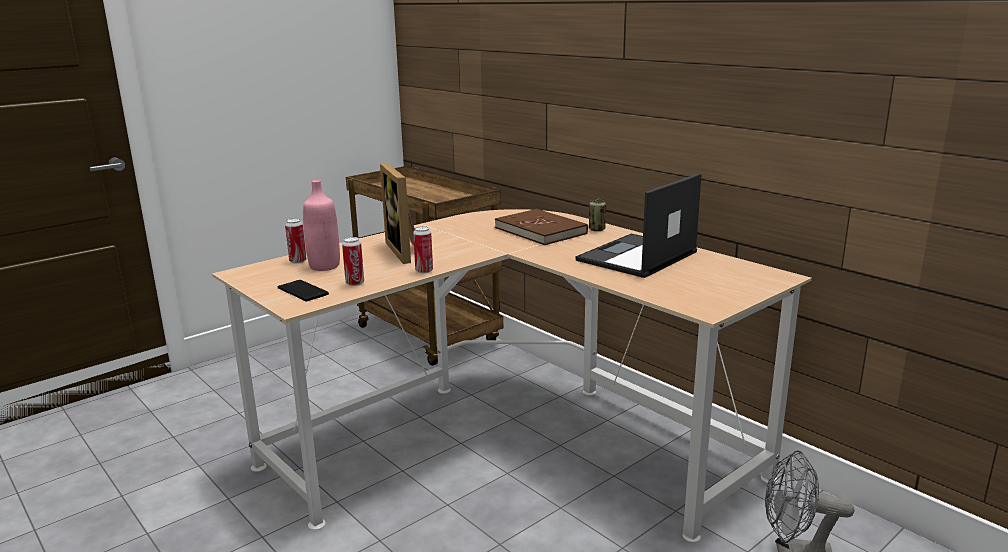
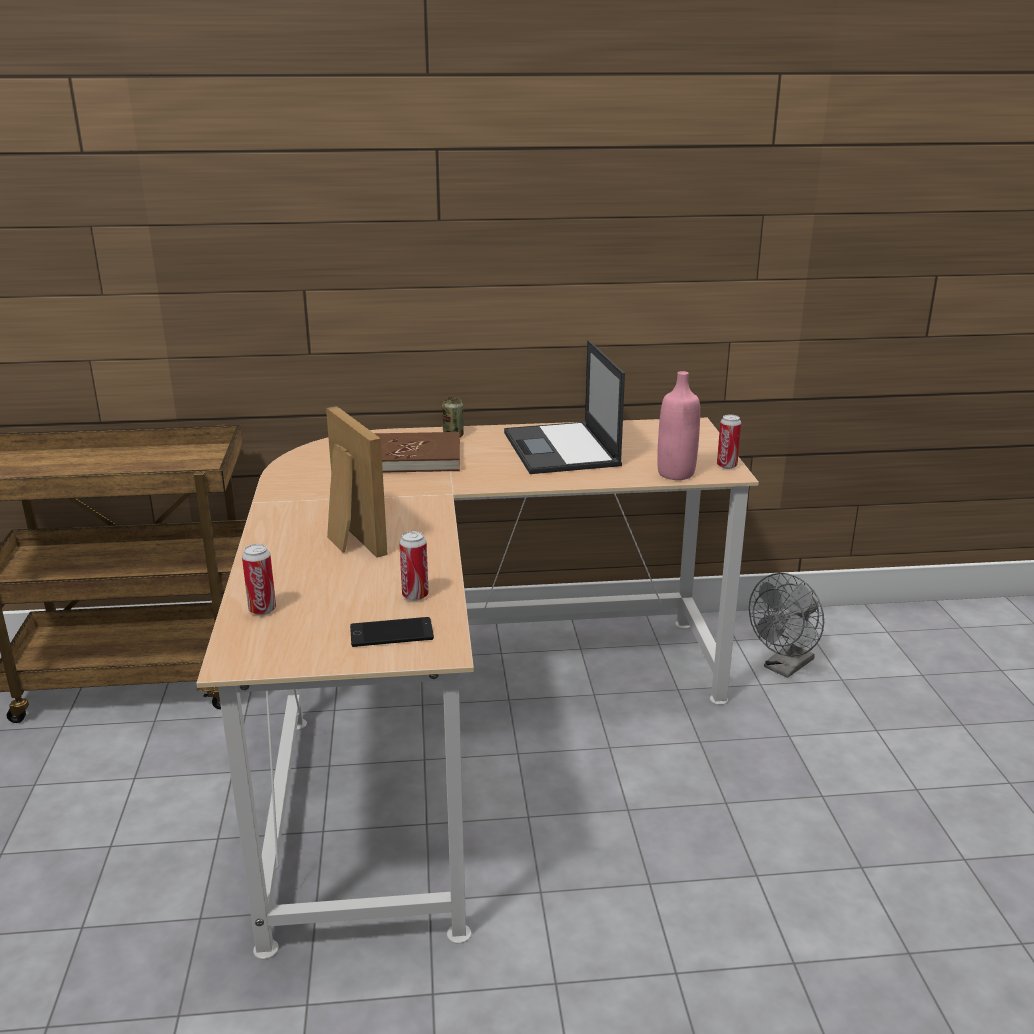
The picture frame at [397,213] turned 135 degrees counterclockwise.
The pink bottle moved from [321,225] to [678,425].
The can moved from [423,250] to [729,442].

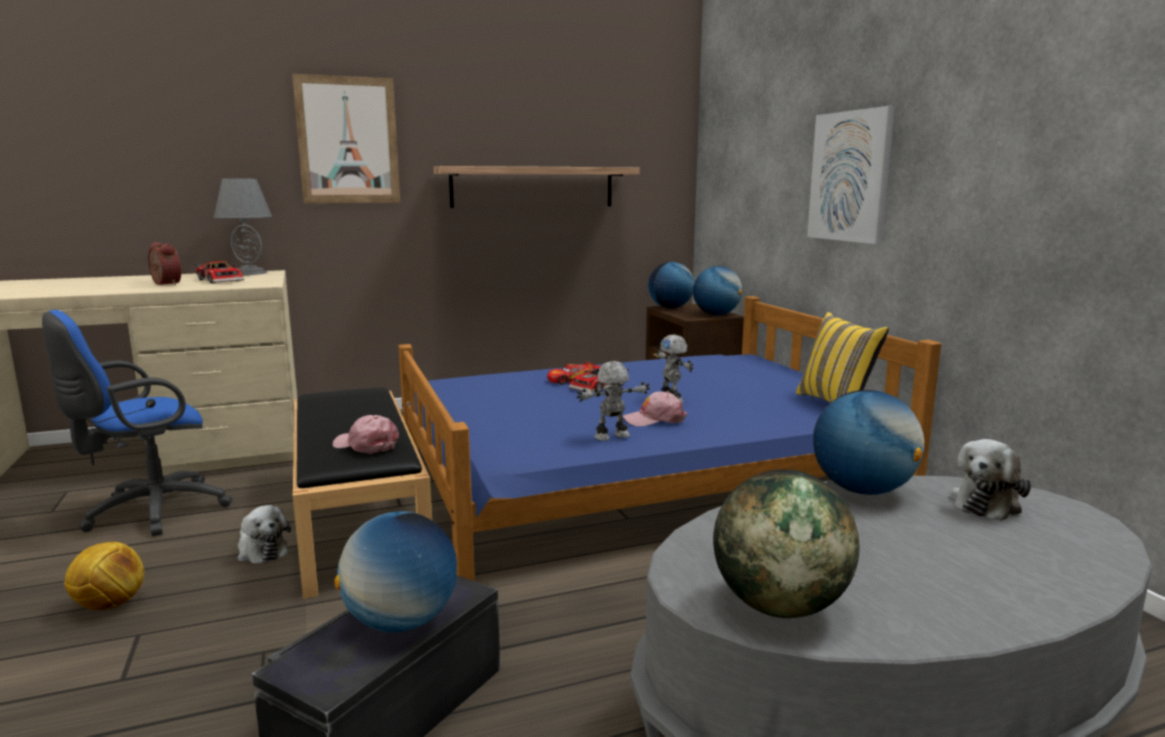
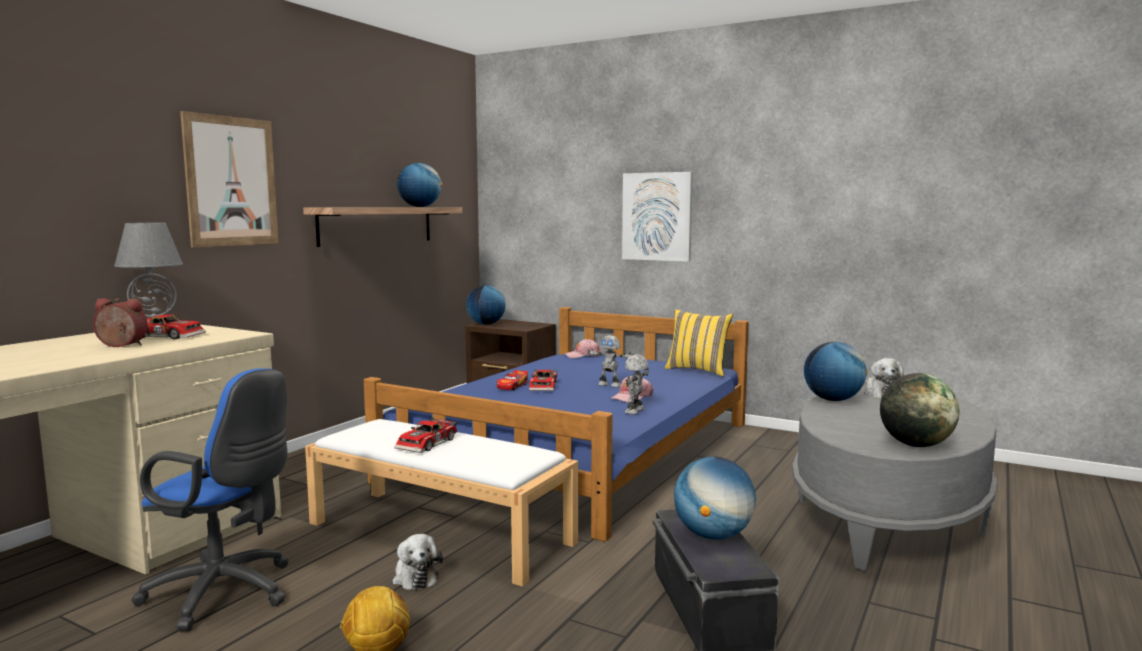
The blue office chair at [137,423] turned 75 degrees counterclockwise.
The black bench at [362,493] became the white bench at [441,503].
The plush toy at [264,534] turned 60 degrees clockwise.
The toy car at [426,435] appeared.
The globe moved from [717,290] to [420,185].
The pink cap moved from [366,434] to [583,348].

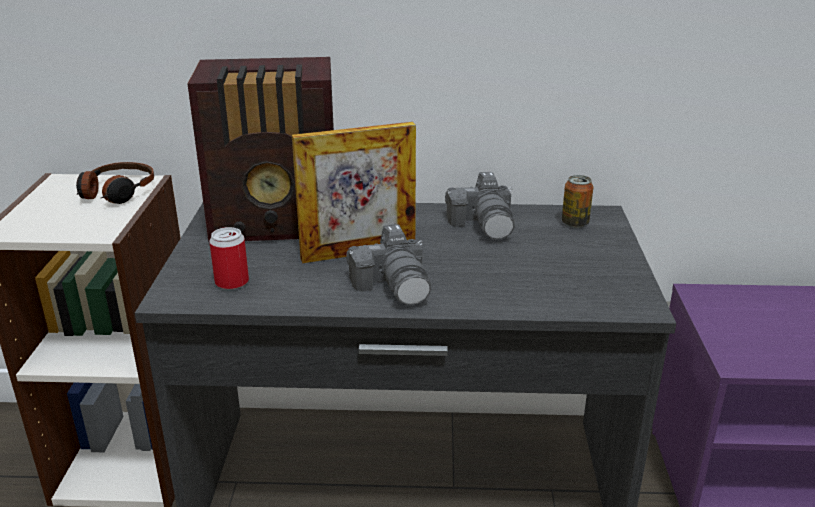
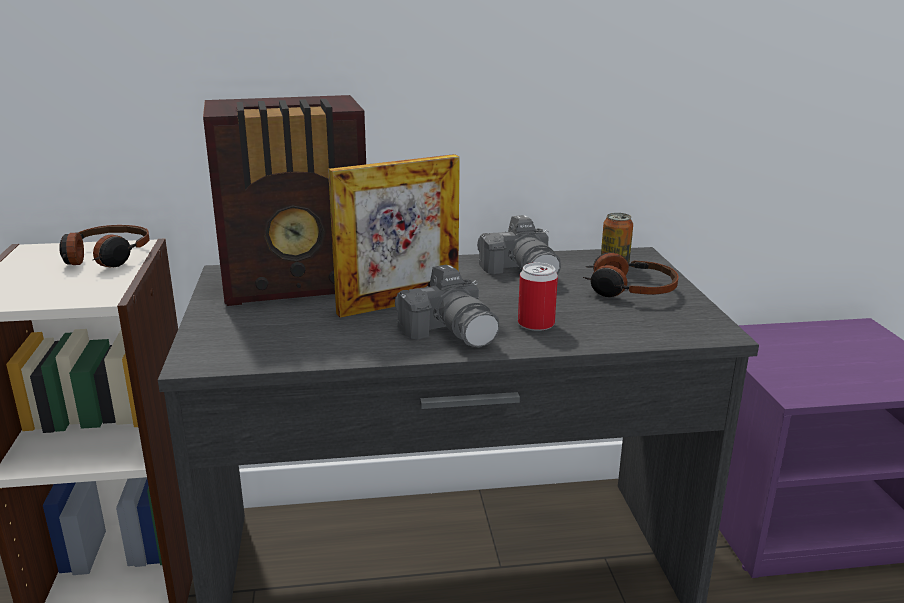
The can moved from [229,258] to [538,296].
The headphones at [630,274] appeared.

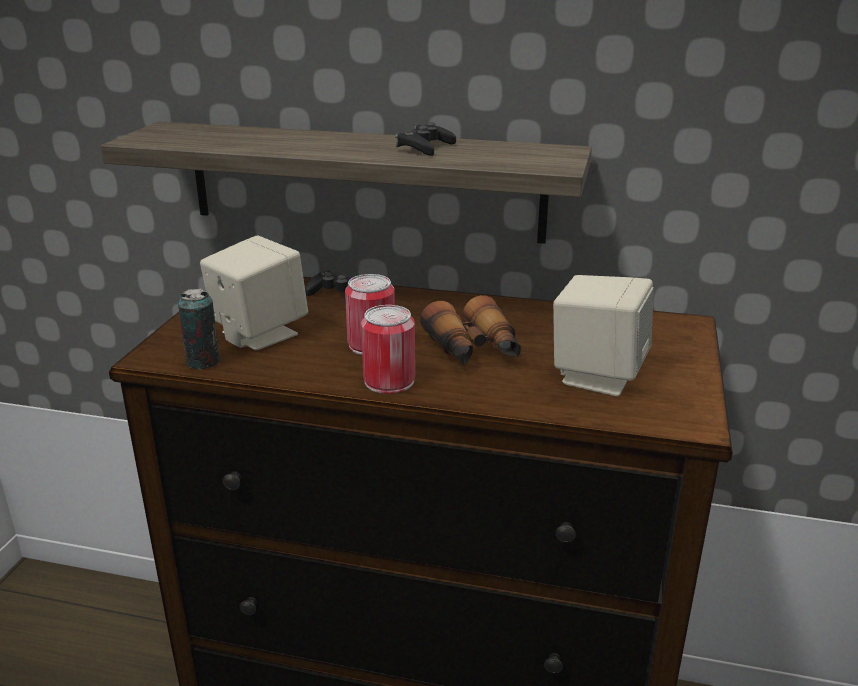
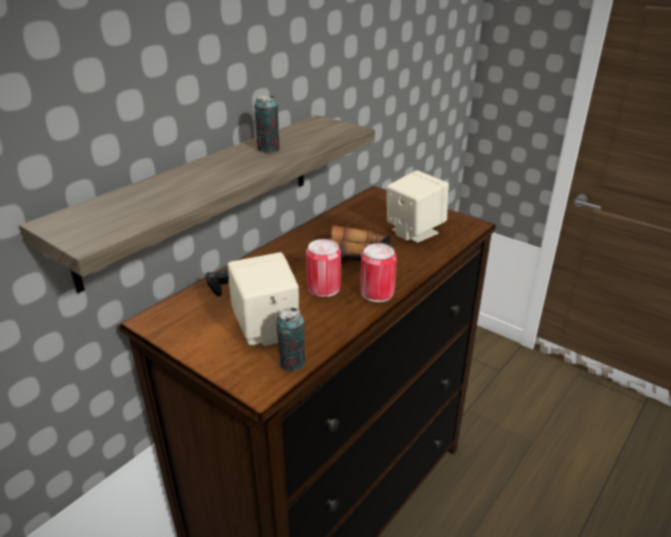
The black game controller at [425,139] was replaced by the can at [267,124].

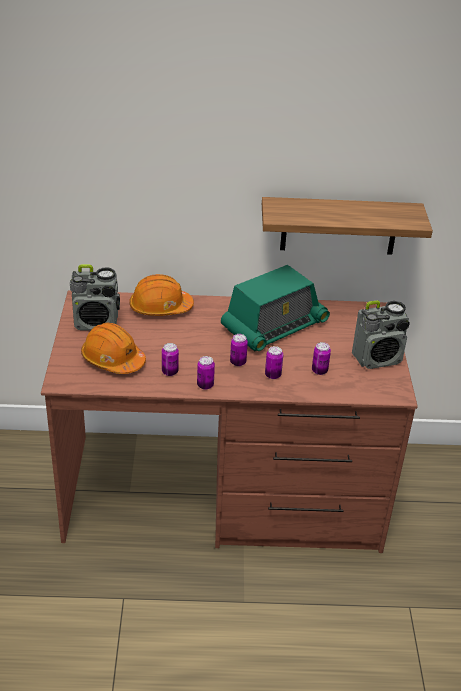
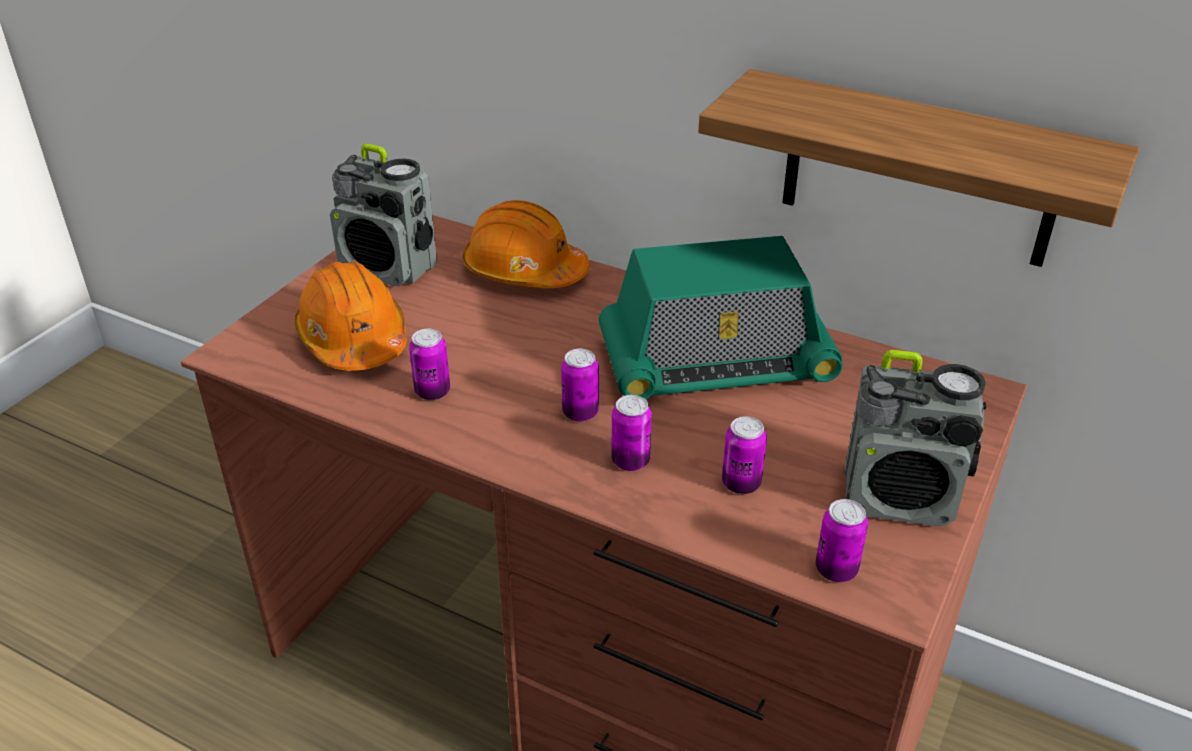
The can moved from [206,373] to [842,540].

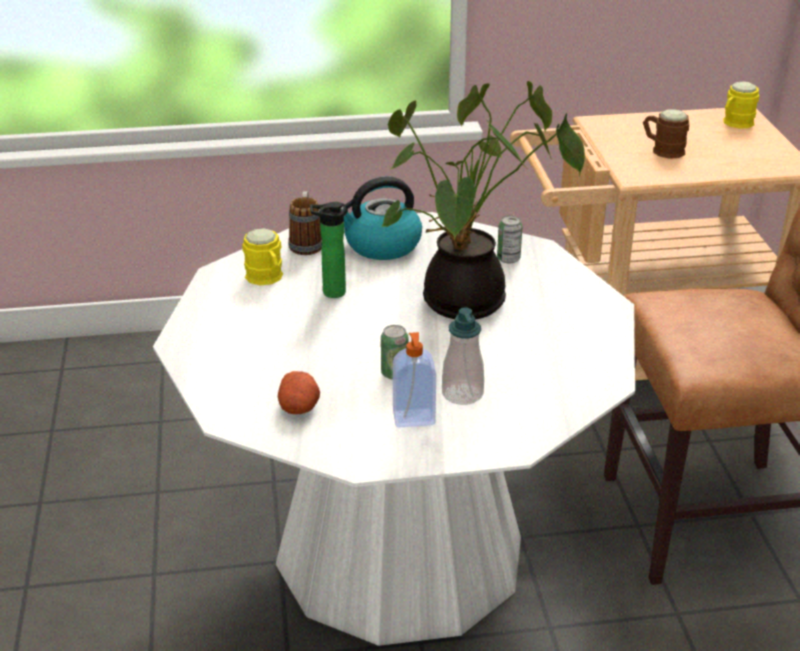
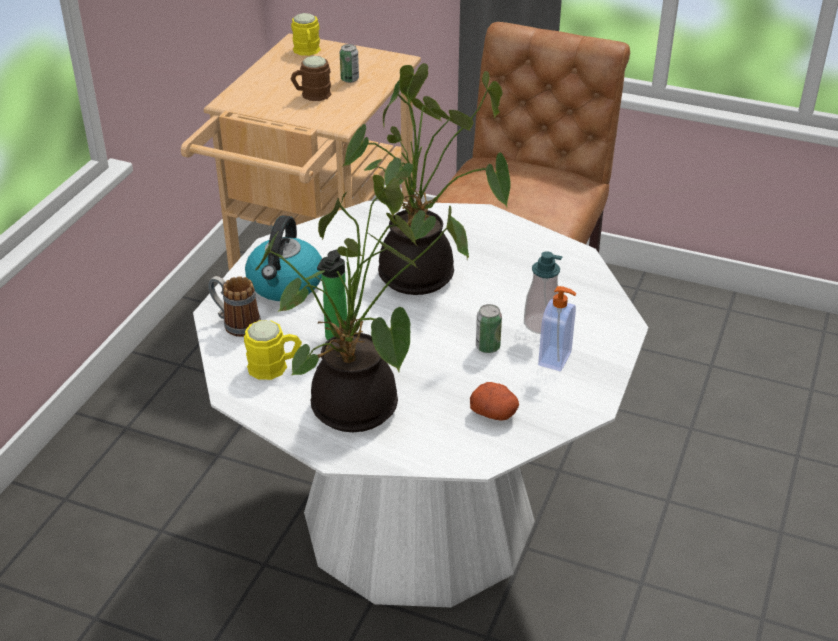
The potted plant at [362,303] appeared.
The can moved from [509,239] to [349,63].

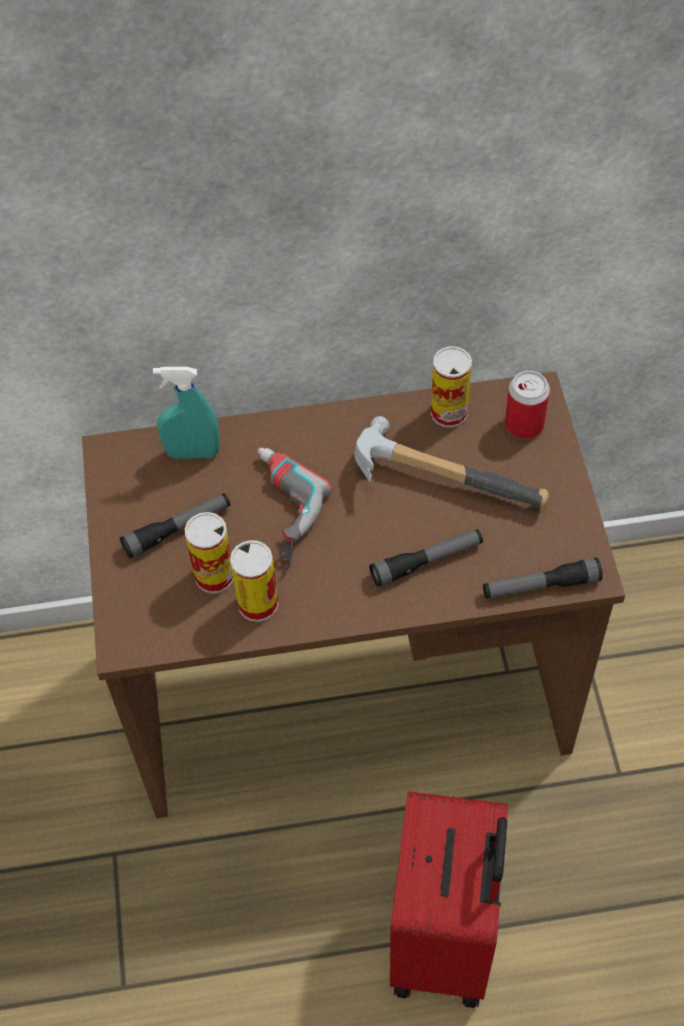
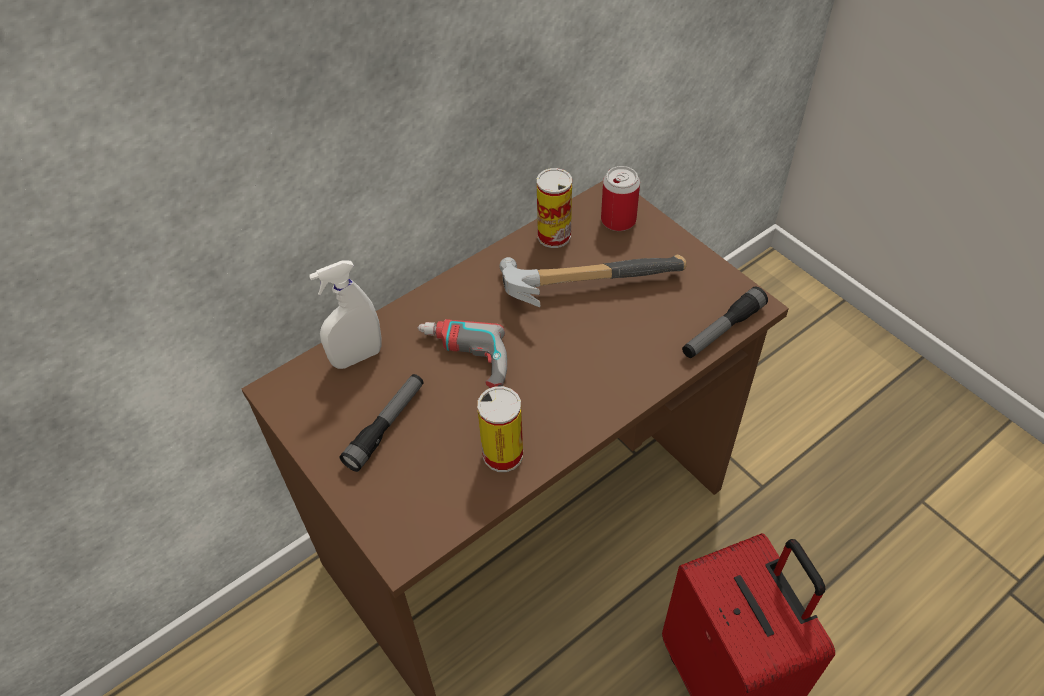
The turquoise spray bottle at [186,413] became the white spray bottle at [345,315].
The can at [209,553] disappeared.
The flashlight at [426,558] disappeared.

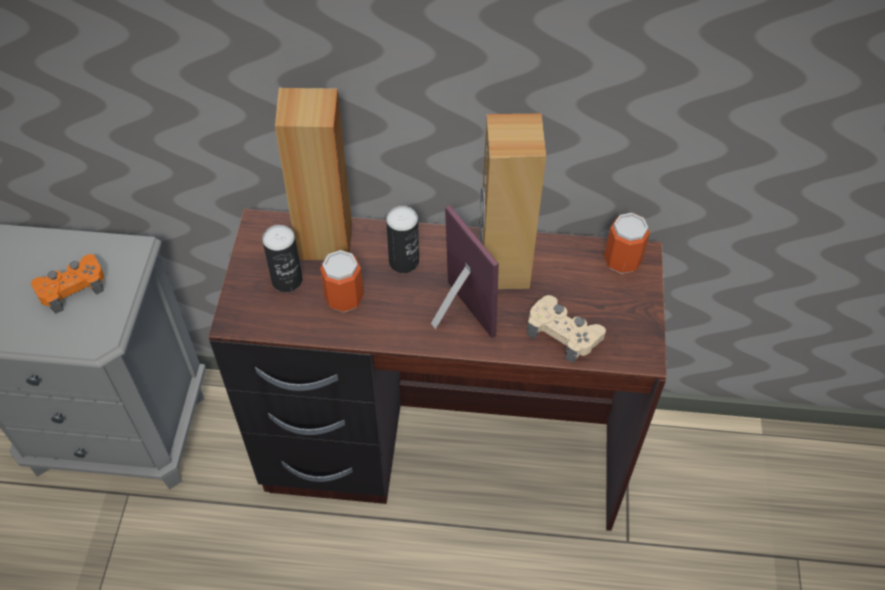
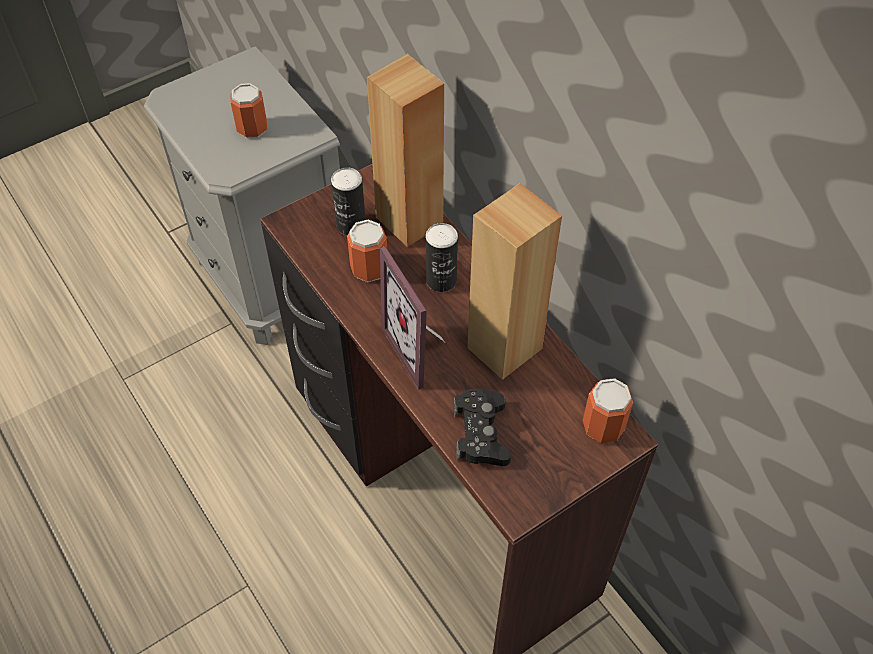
The orange game controller at [67,284] was replaced by the can at [249,110].
The picture frame at [465,271] turned 135 degrees clockwise.
The beige game controller at [566,329] became the black game controller at [482,427].

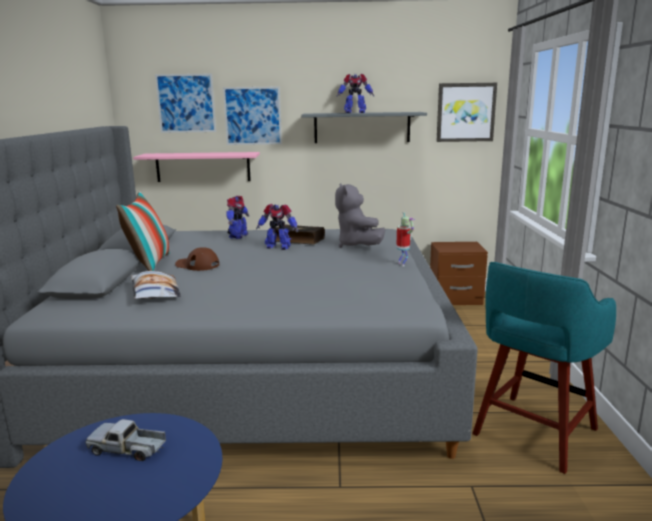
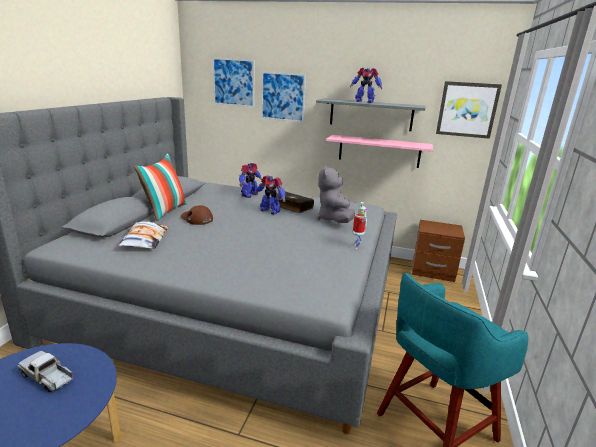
The pink shelf moved from [196,167] to [379,151].

